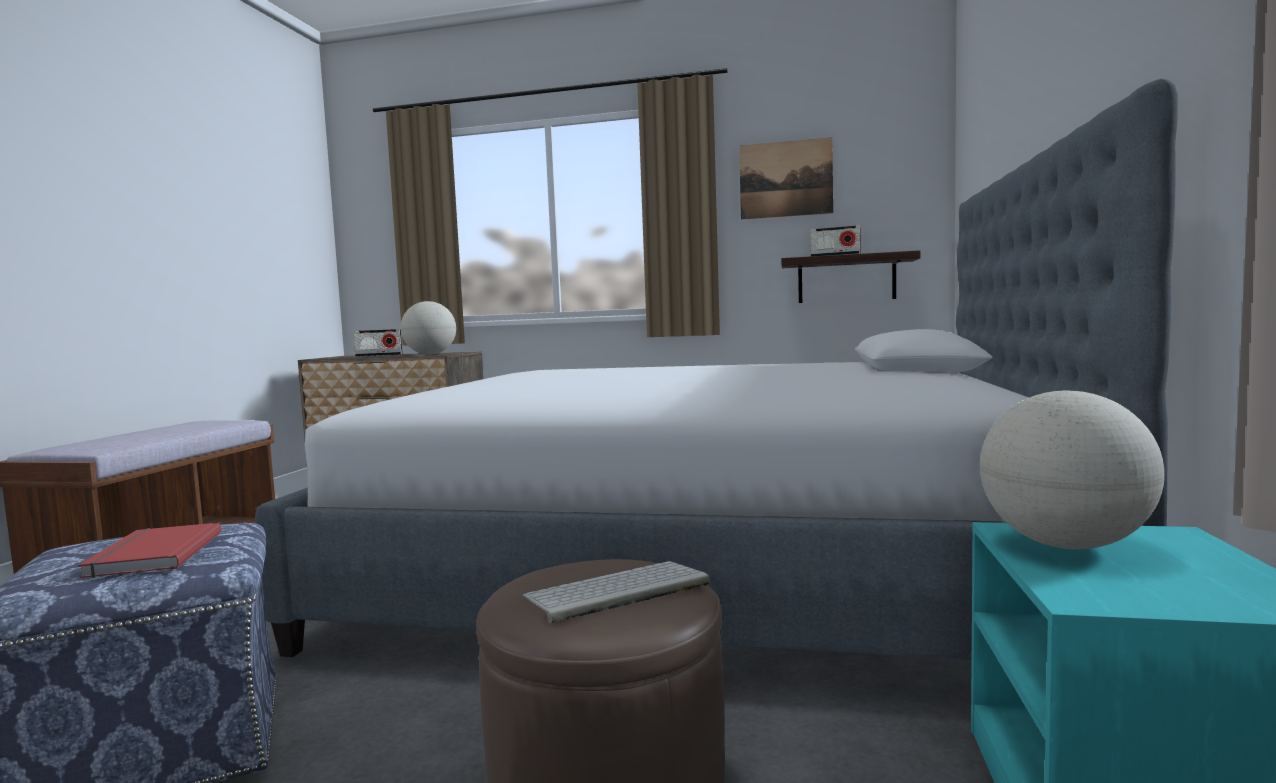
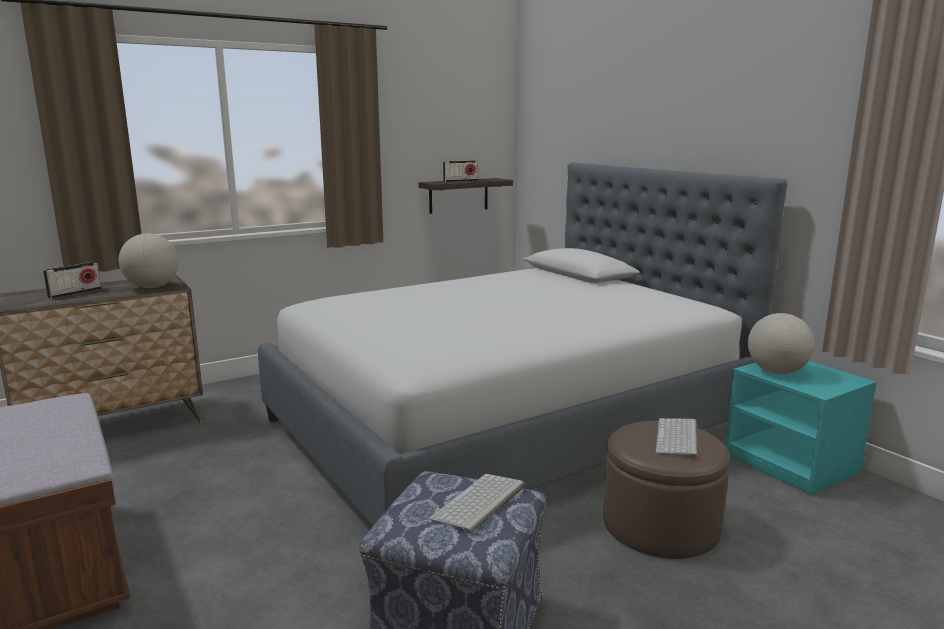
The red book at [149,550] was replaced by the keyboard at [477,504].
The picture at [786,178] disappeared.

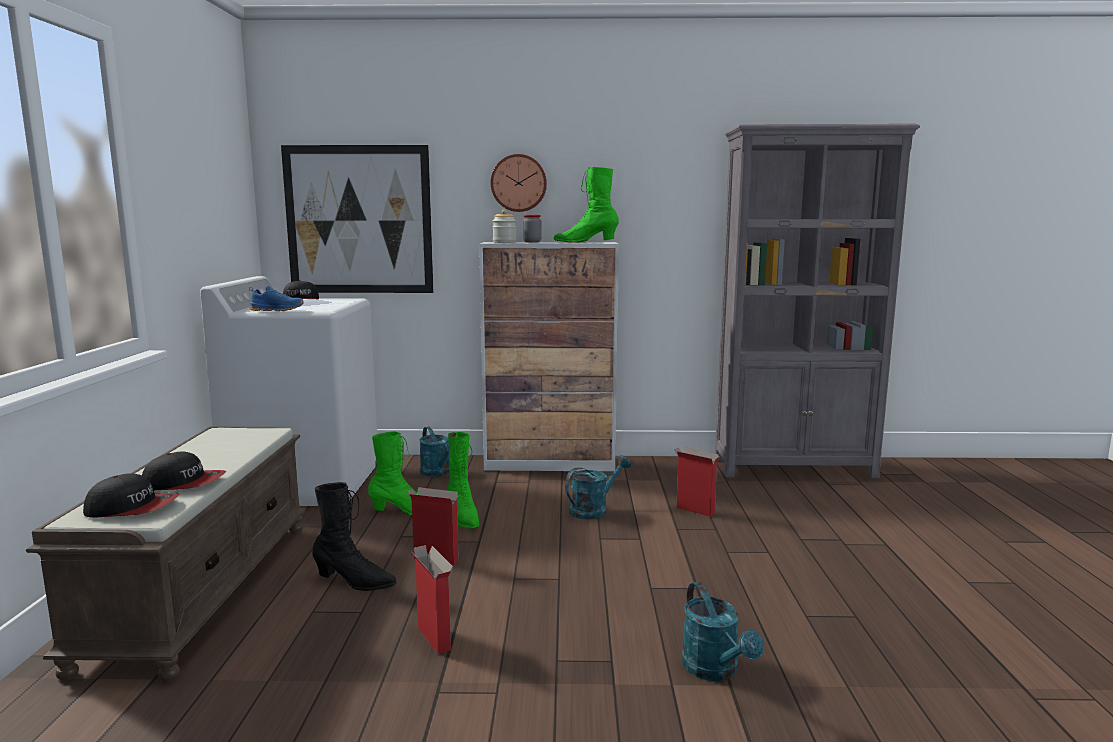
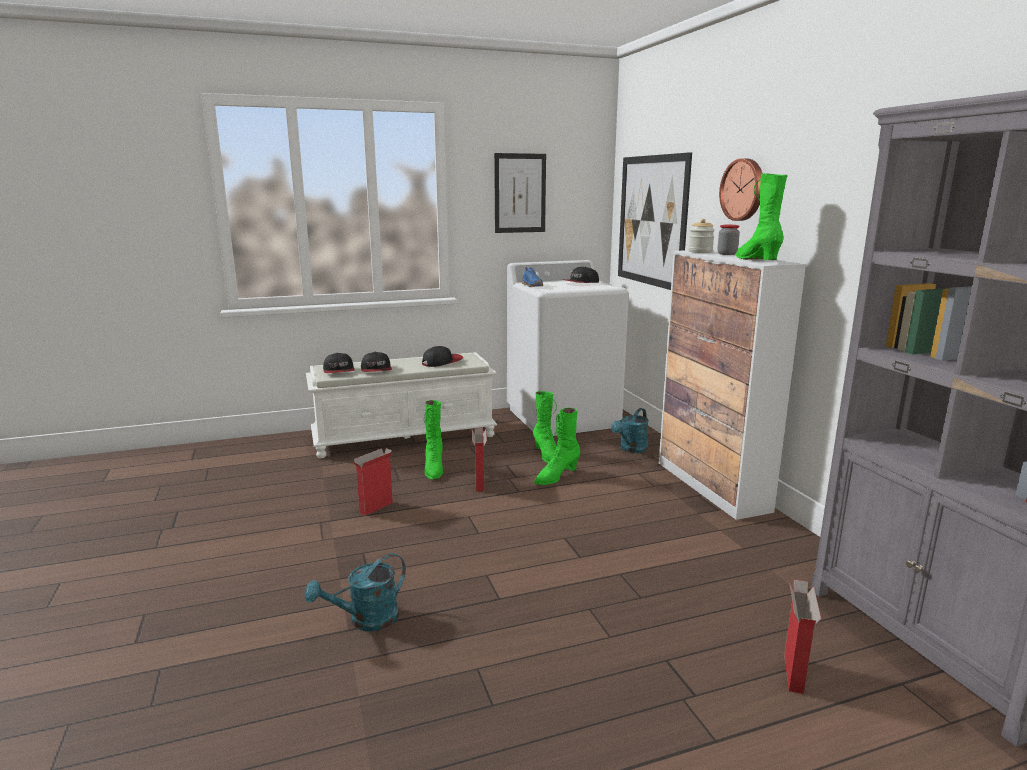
The brown bench at [166,554] became the white bench at [401,405].
The cap at [442,356] appeared.
The black boot at [354,536] became the green boot at [433,440].
The picture at [520,193] appeared.
The cardboard box moved from [697,482] to [802,637].
The turquoise watering can at [598,487] disappeared.

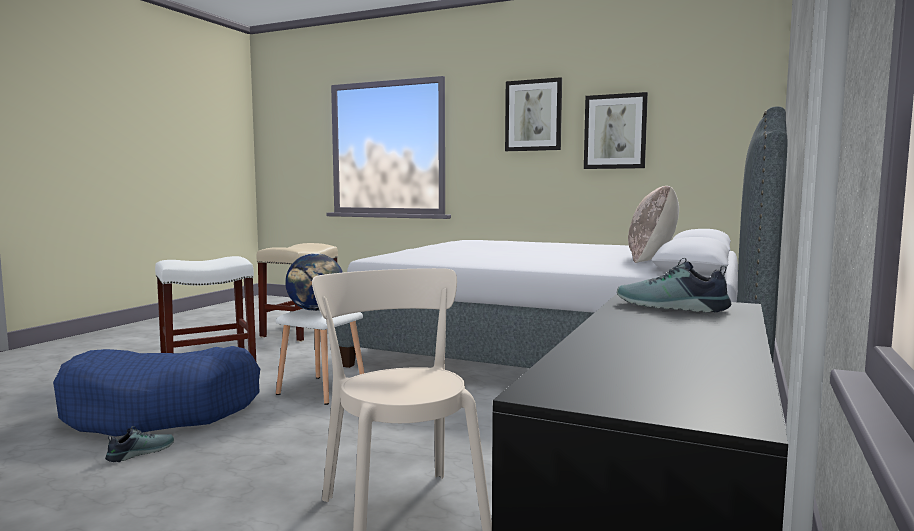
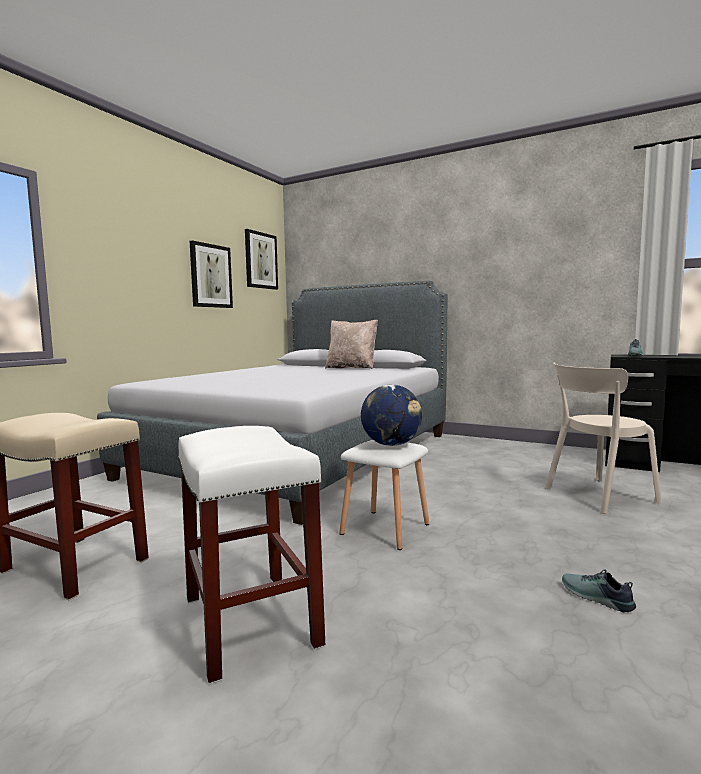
The picture moved from [533,114] to [261,259].
The blue dog bed at [156,391] disappeared.

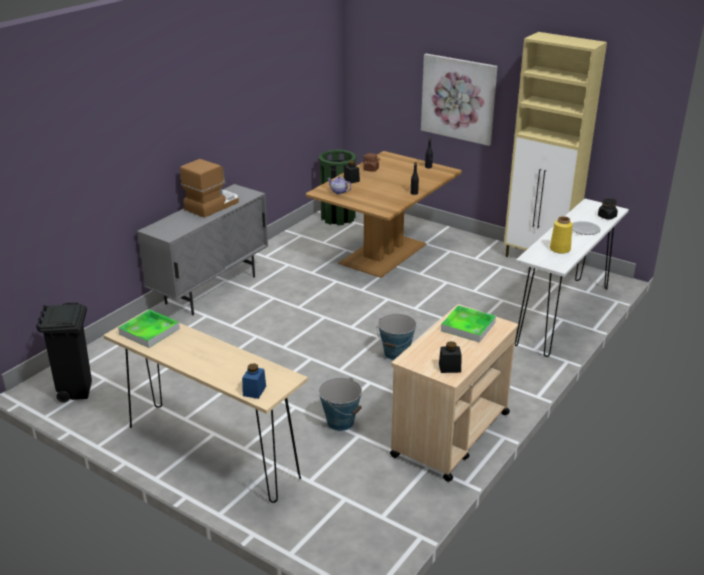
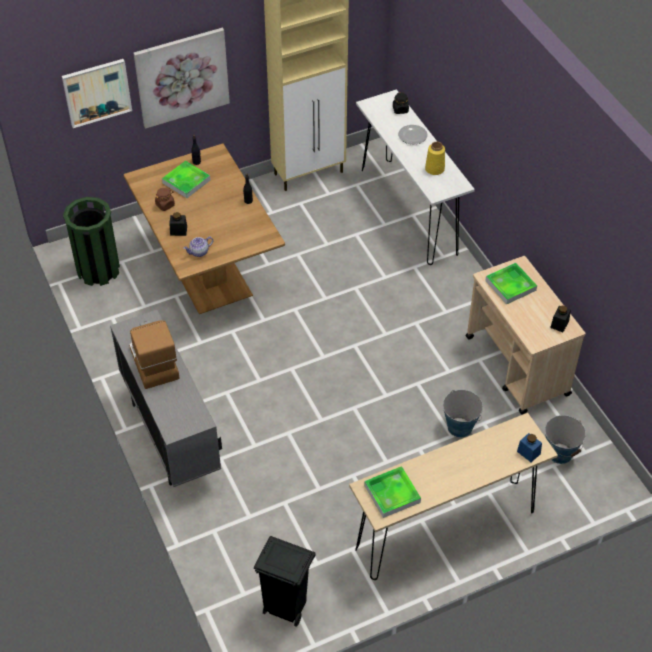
The picture at [97,93] appeared.
The tray at [186,179] appeared.
The bucket moved from [397,336] to [565,439].

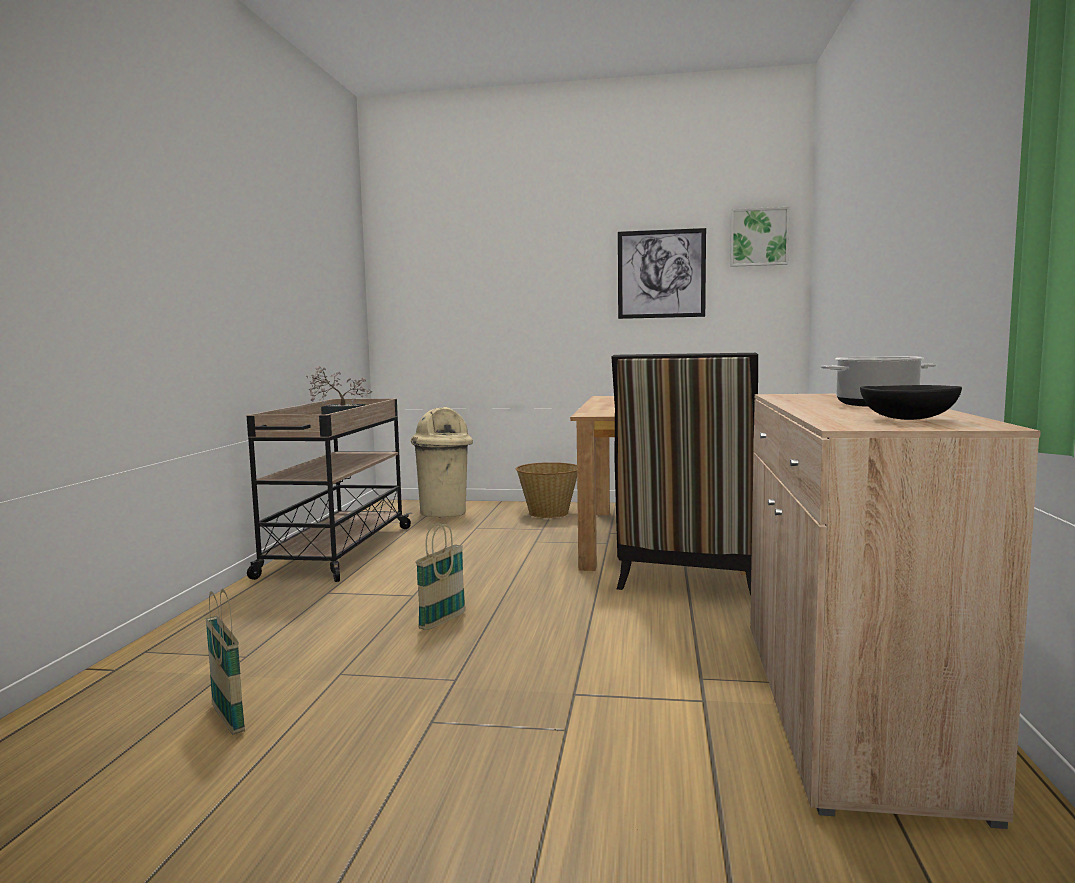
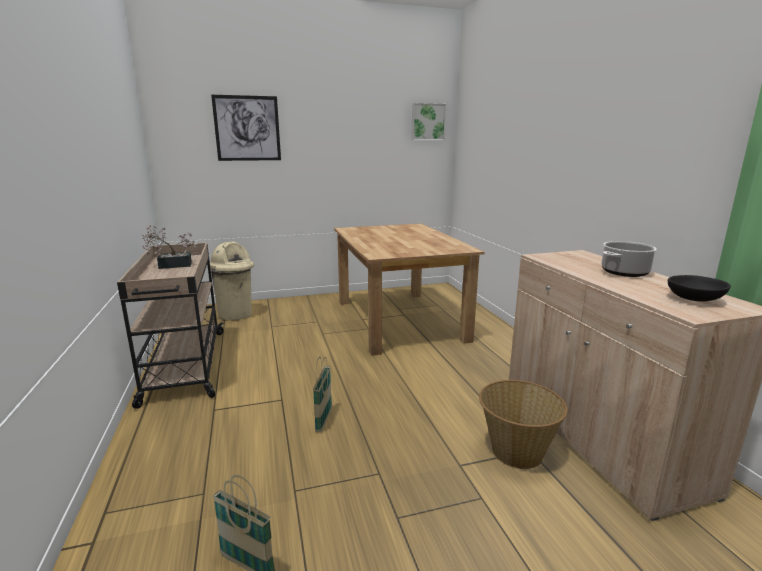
The picture moved from [662,273] to [246,128].
The basket moved from [546,490] to [523,424].
The chair at [684,474] disappeared.

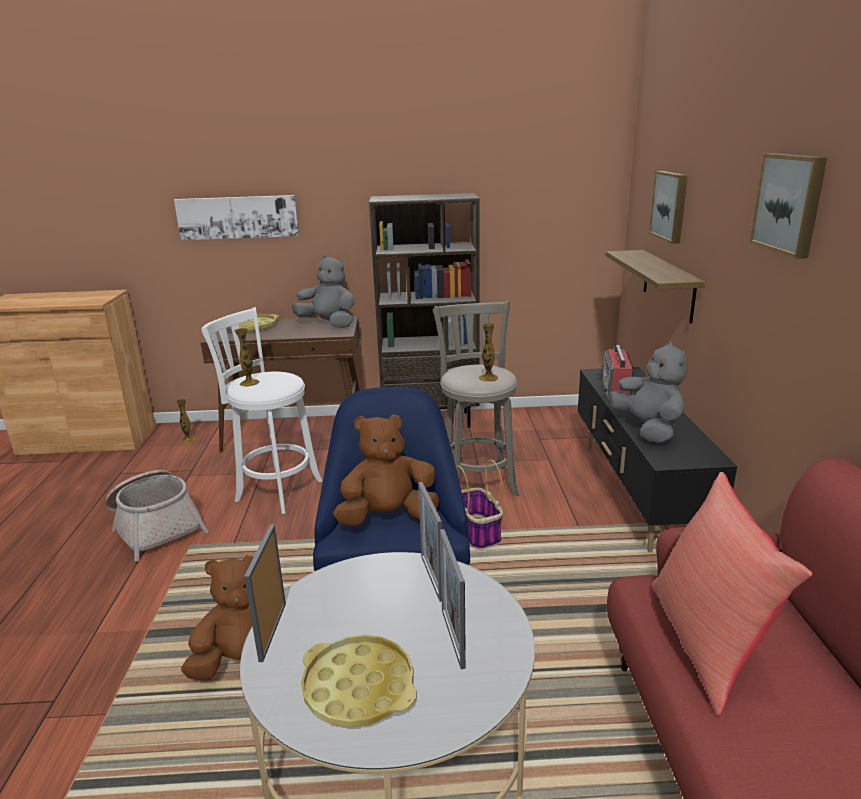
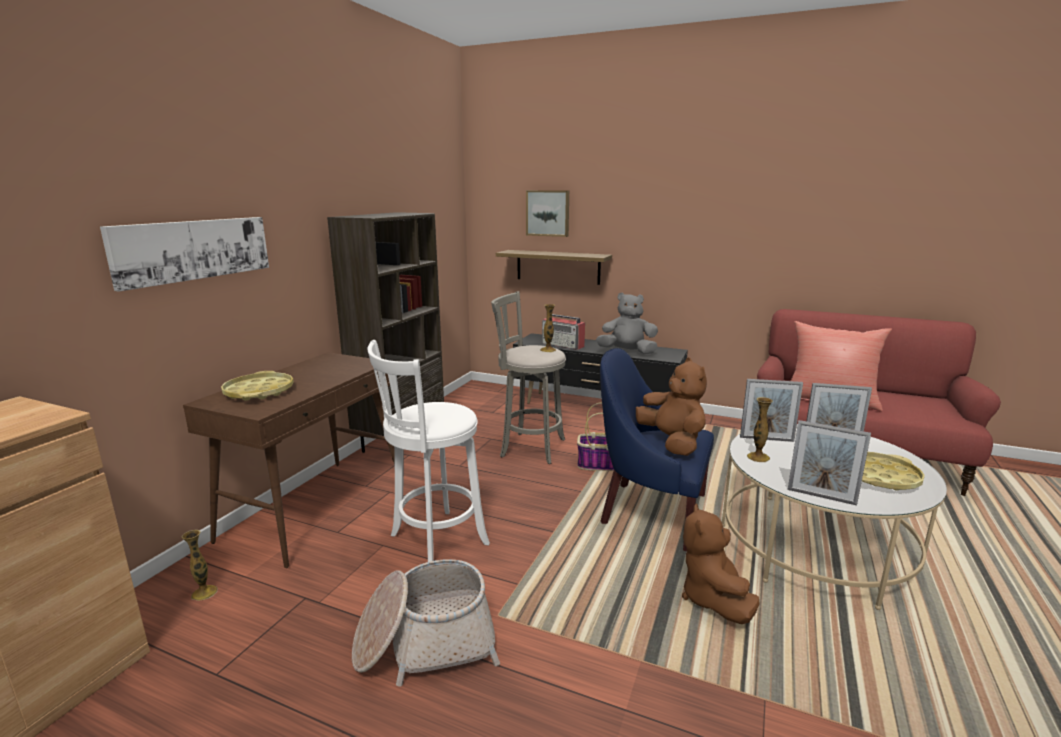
The brown plush toy at [386,470] turned 150 degrees clockwise.
The vase moved from [247,357] to [760,429].
The grey plush toy at [323,291] disappeared.
The picture at [789,206] disappeared.

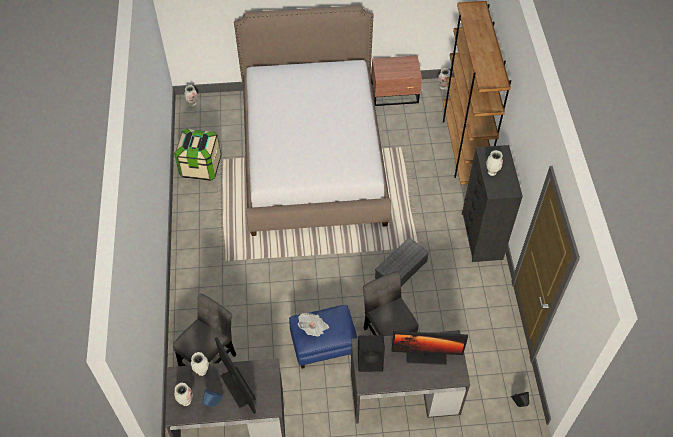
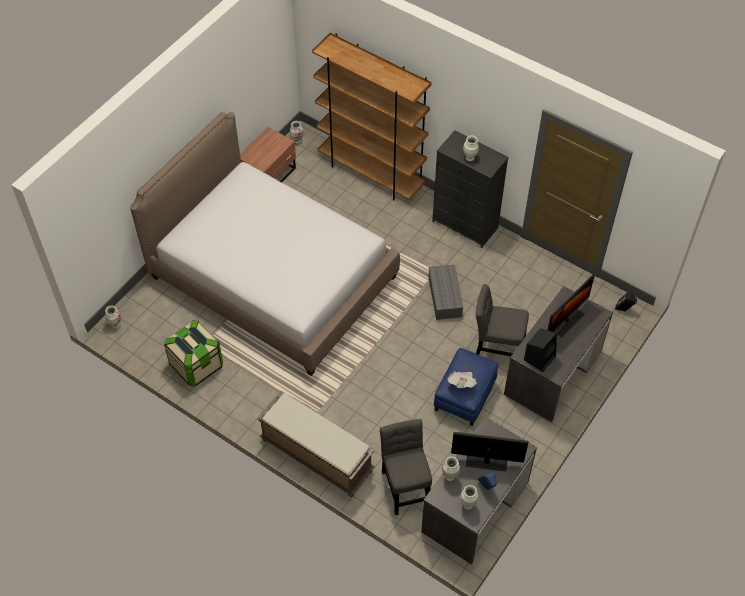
The brown bench at [316,444] appeared.

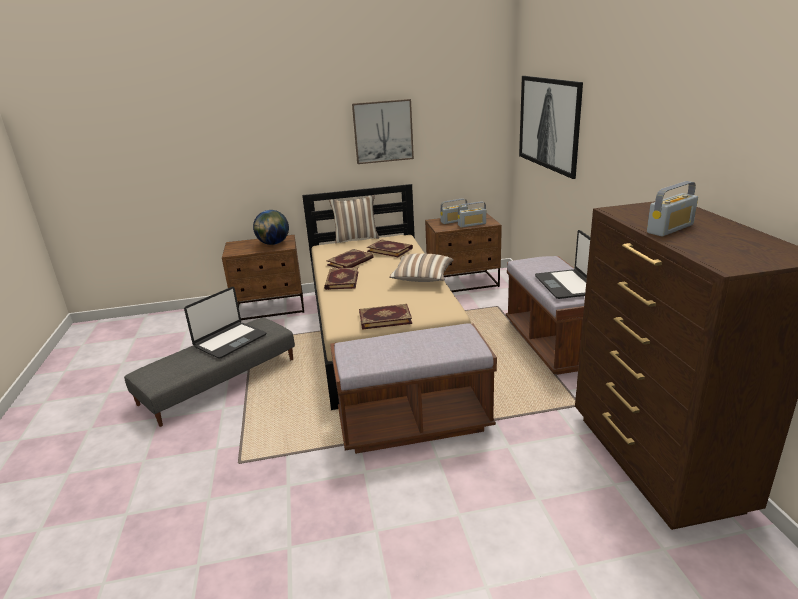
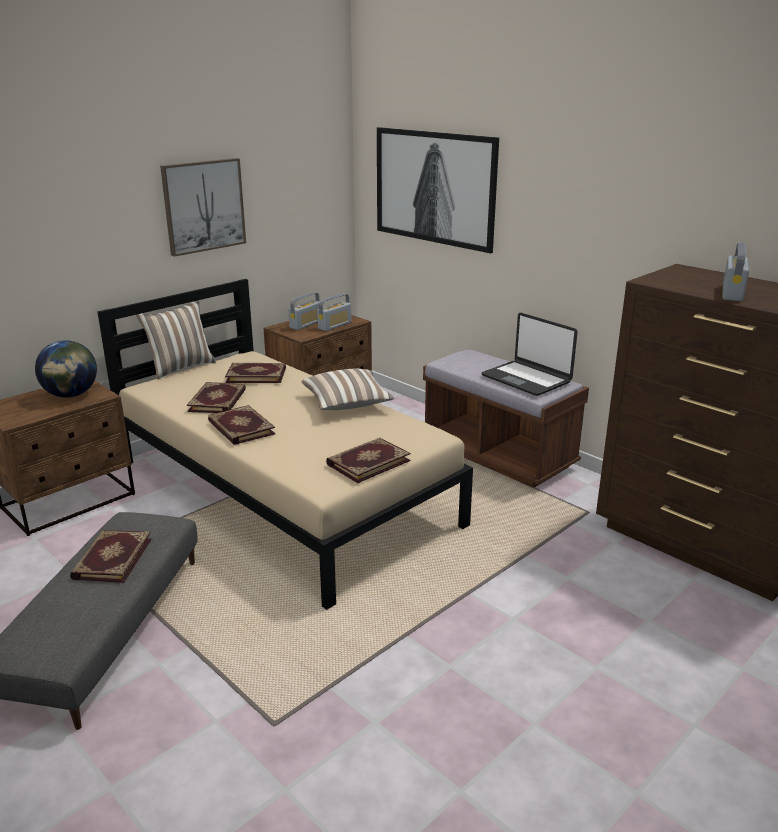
The laptop at [225,323] was replaced by the book at [111,556].
The brown bench at [413,388] disappeared.

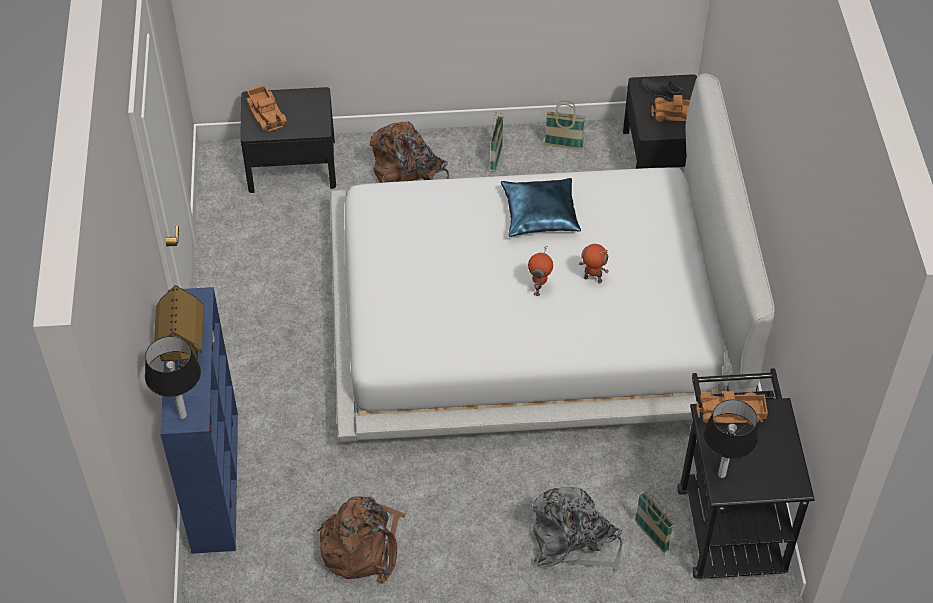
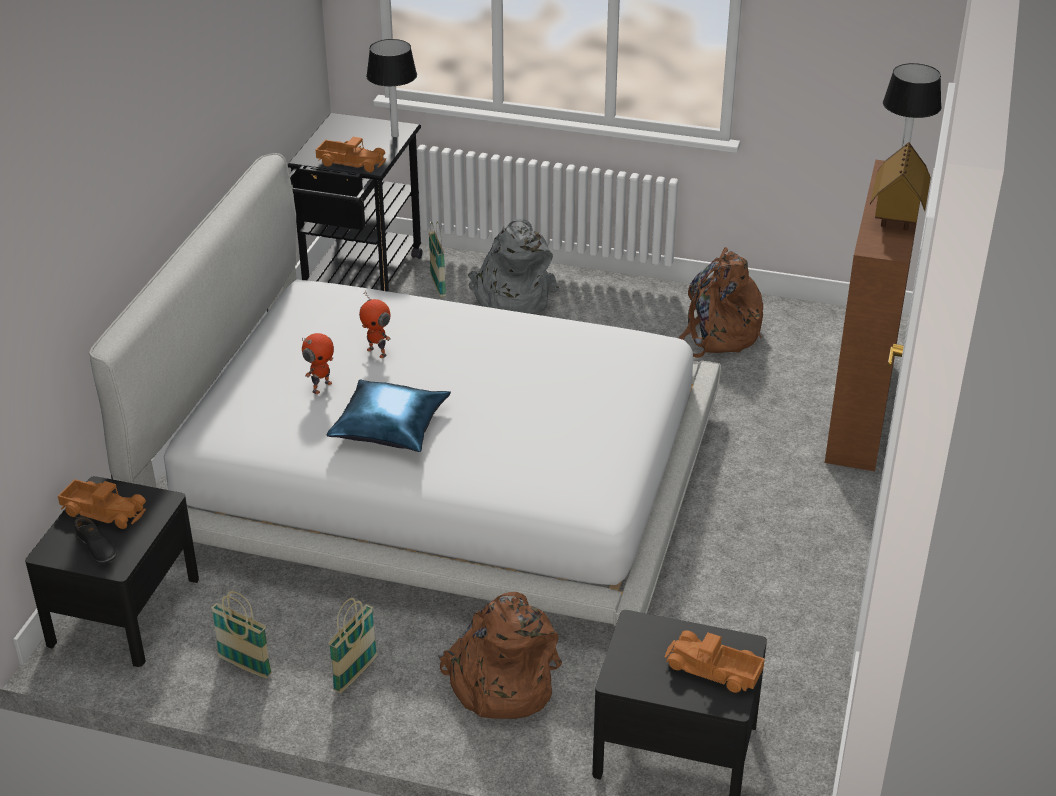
The toy robot moved from [540,271] to [318,363].
The toy truck at [266,108] turned 60 degrees counterclockwise.
The blue bookcase at [199,420] became the brown bookcase at [872,315].

